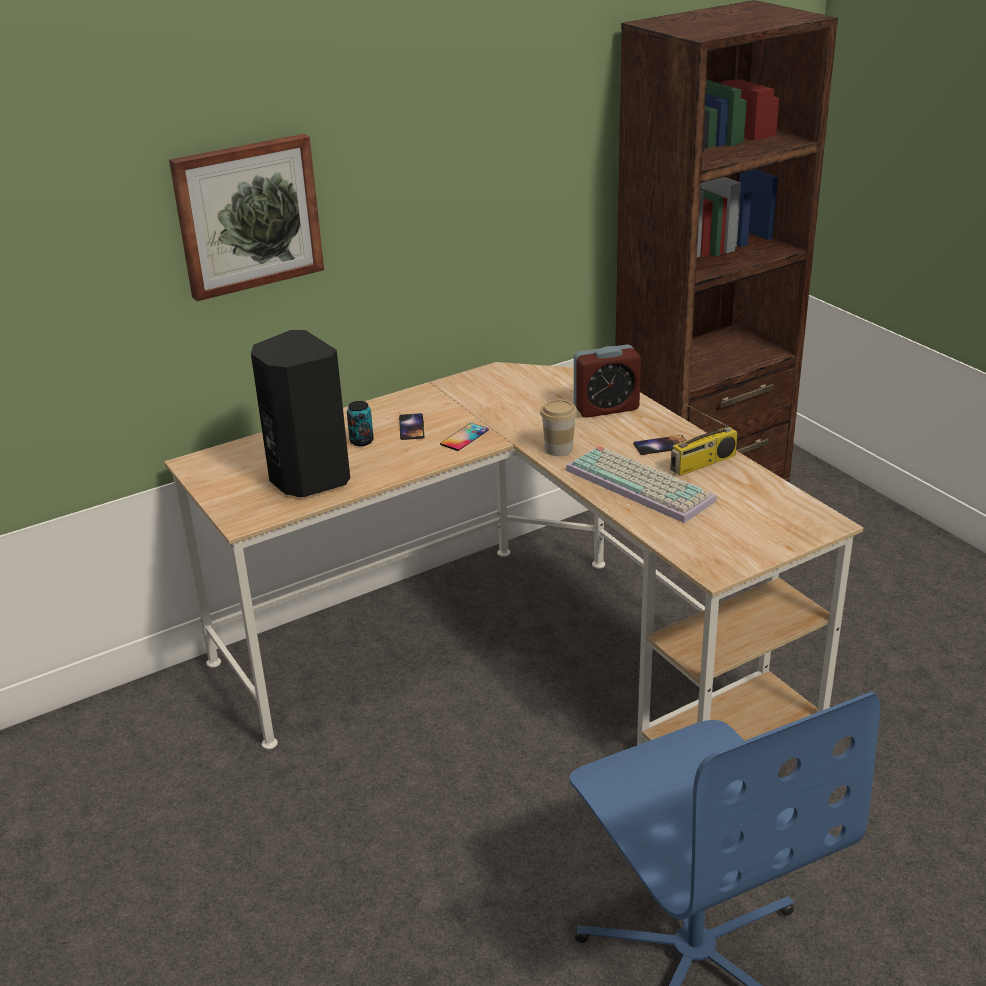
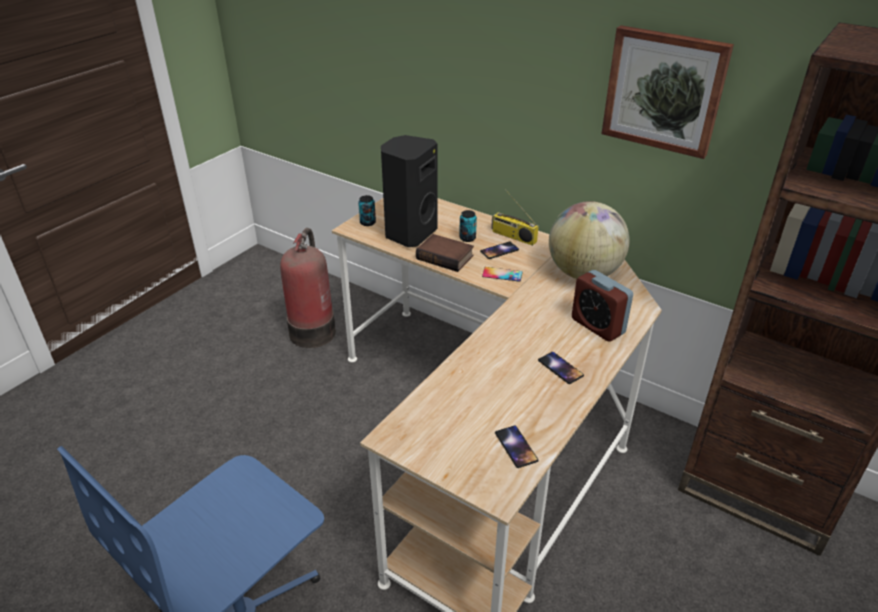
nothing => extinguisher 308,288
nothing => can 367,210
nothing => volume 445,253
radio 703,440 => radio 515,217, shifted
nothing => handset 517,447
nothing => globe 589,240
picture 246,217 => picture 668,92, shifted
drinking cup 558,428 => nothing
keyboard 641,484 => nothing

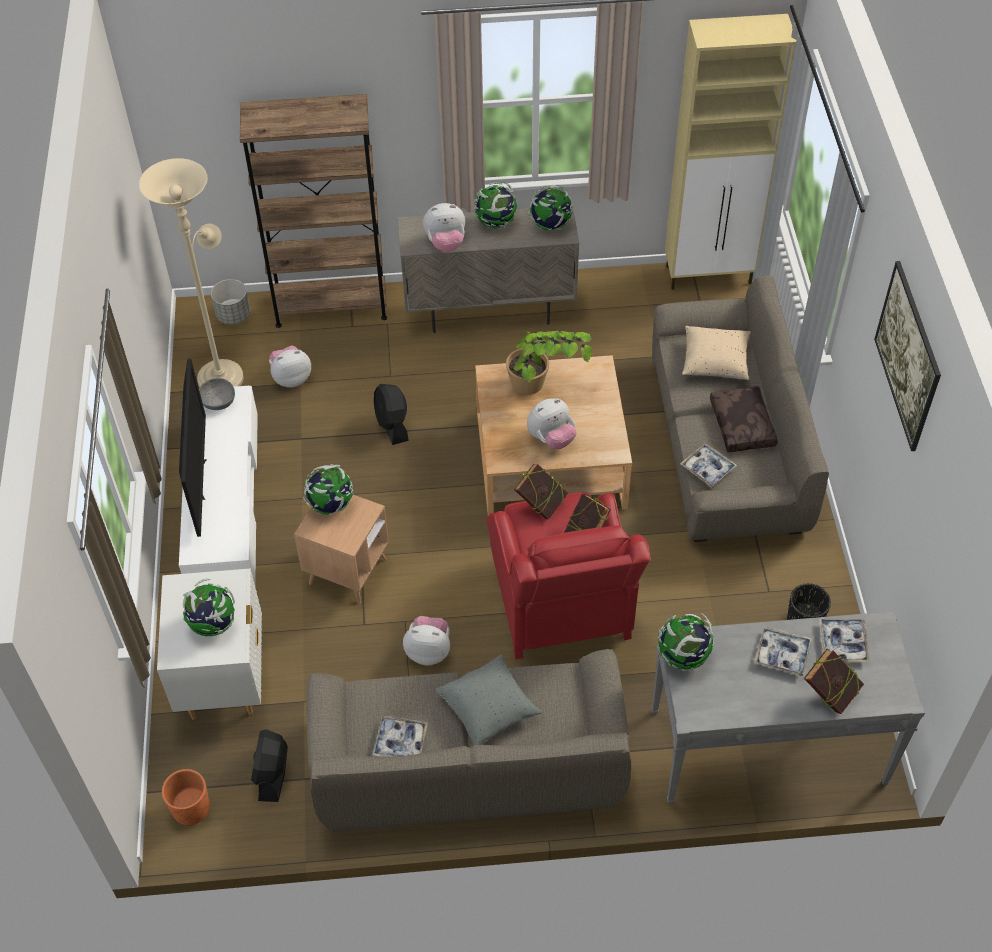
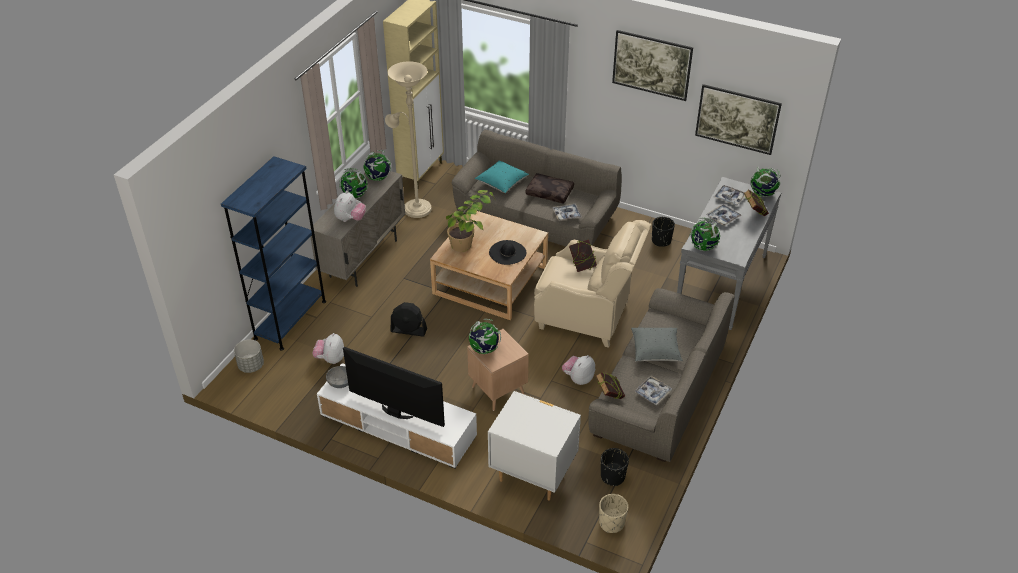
bookcase/brown-coloured 313,211 => bookcase/blue-coloured 273,253
standing lamp/sand-coloured 191,273 => standing lamp/sand-coloured 408,139, shifted
cushion/sand-coloured 716,353 => cushion/turquoise-coloured 502,176
soft toy 551,423 => hat/blackish 507,252
easy chair/reddish 568,575 => easy chair/sand-coloured 593,284
volume 541,491 => volume 610,385, shifted
planter/orange-coloured 186,797 => planter/sand-coloured 613,513
electric fan/blackish 269,765 => planter/blackish 615,467
nothing => picture 738,119
globe 209,607 => globe 765,182, shifted

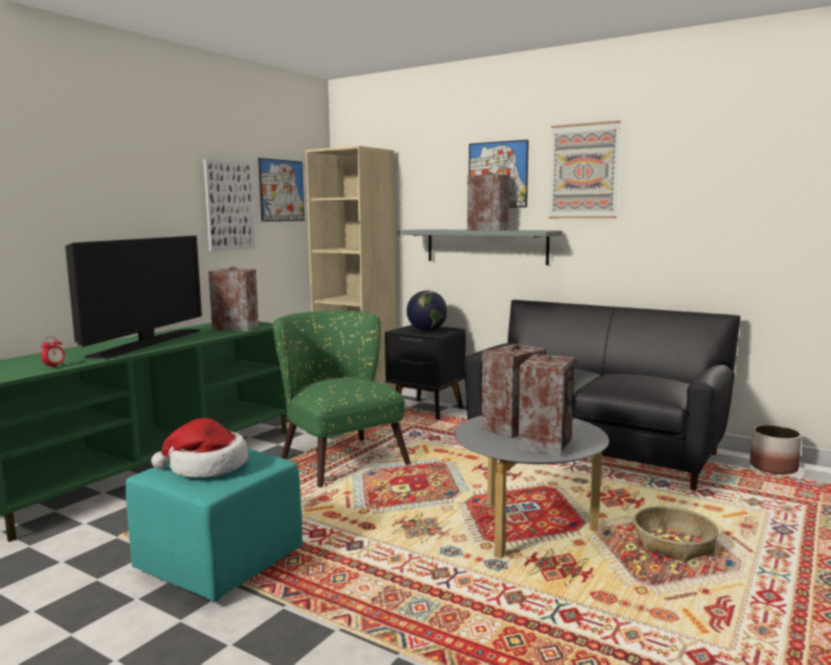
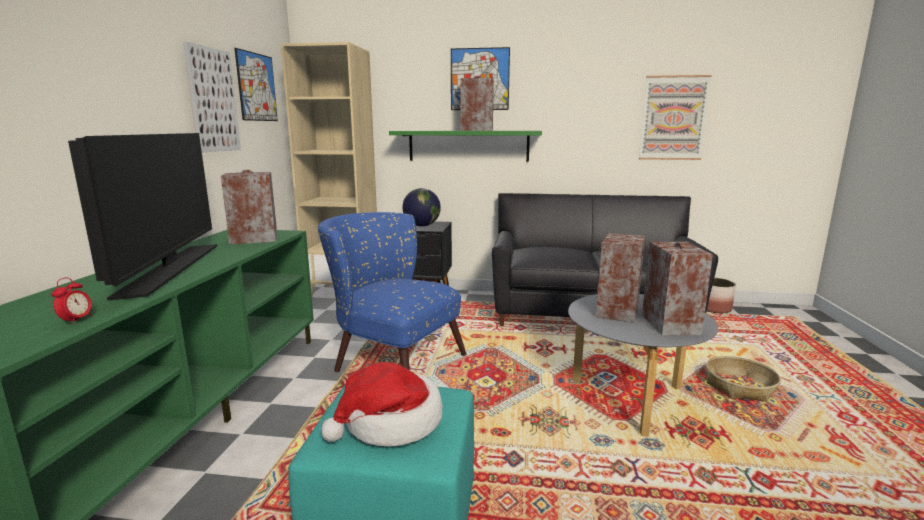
easy chair/green-coloured 341,399 => easy chair/blue-coloured 392,292
bracket shelf/grey 480,247 => bracket shelf/green-coloured 465,146
picture 585,169 => picture 675,117, shifted

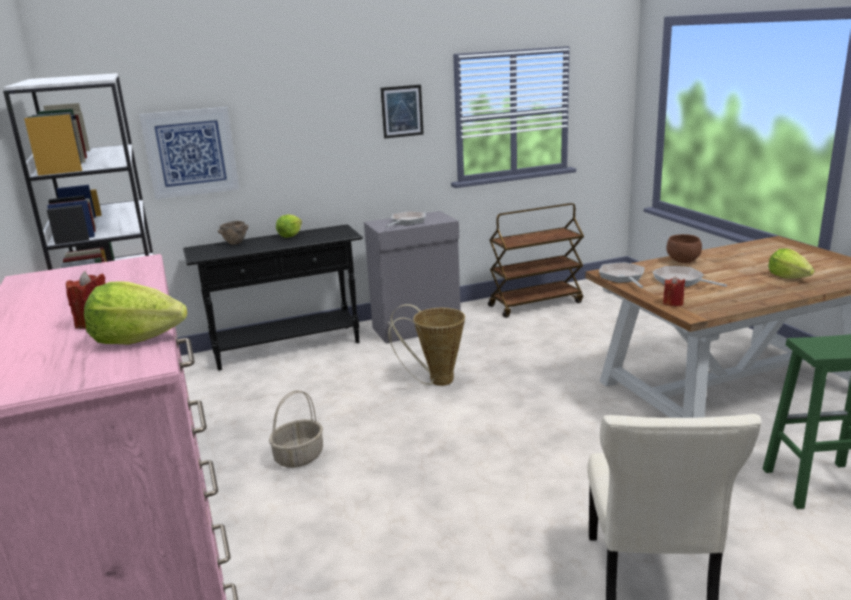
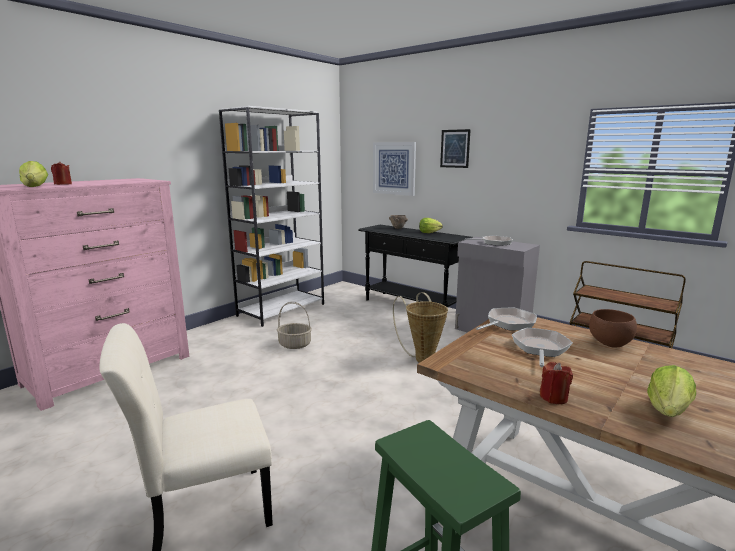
picture 402,112 => picture 455,148, shifted
candle/reddish 674,291 => candle/reddish 556,383, shifted

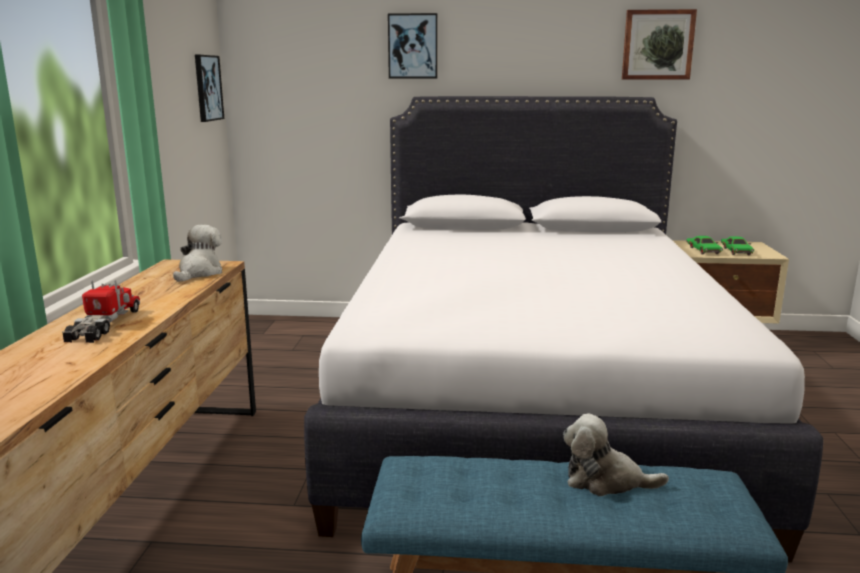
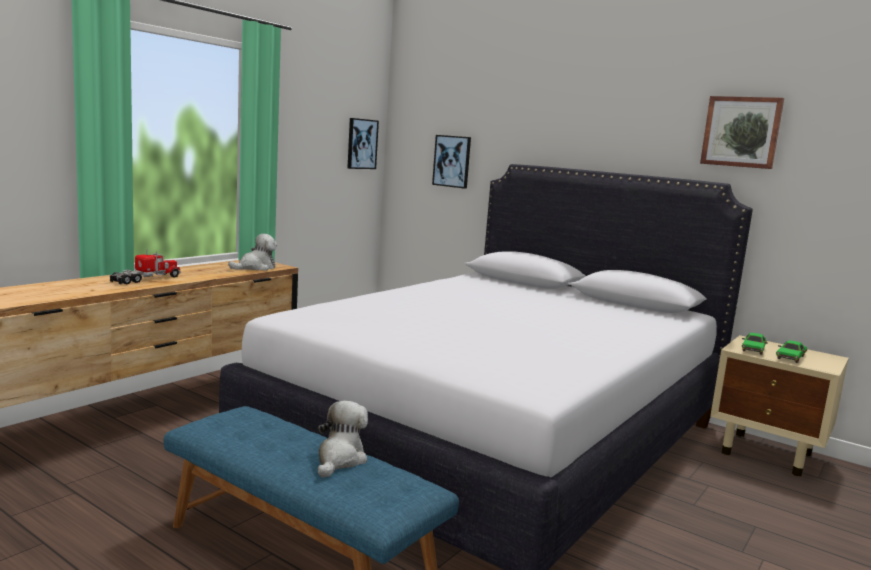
soft toy 616,455 => soft toy 343,439, 60 degrees clockwise
picture 413,45 => picture 451,162, shifted

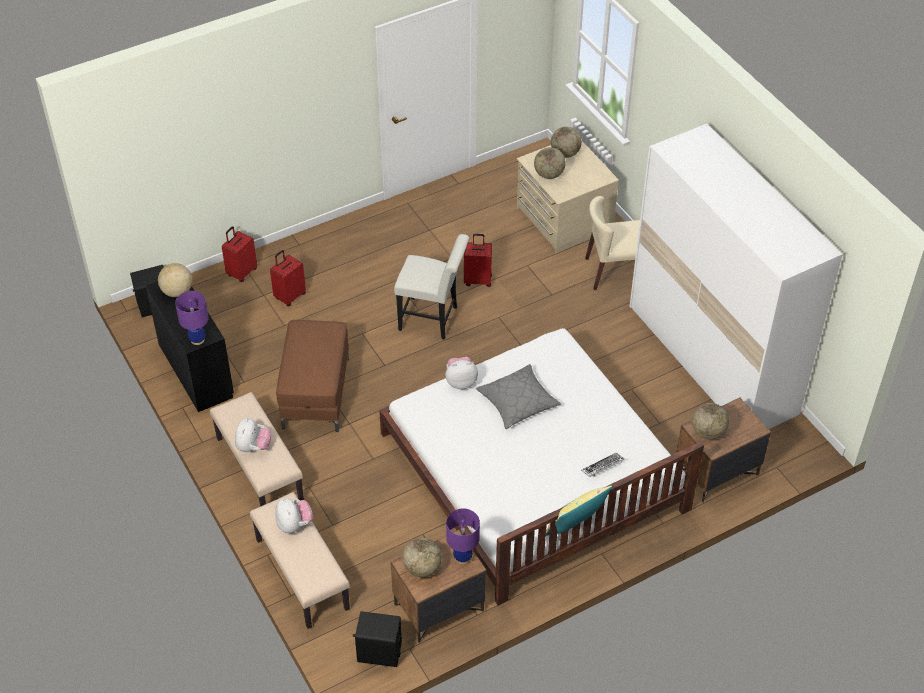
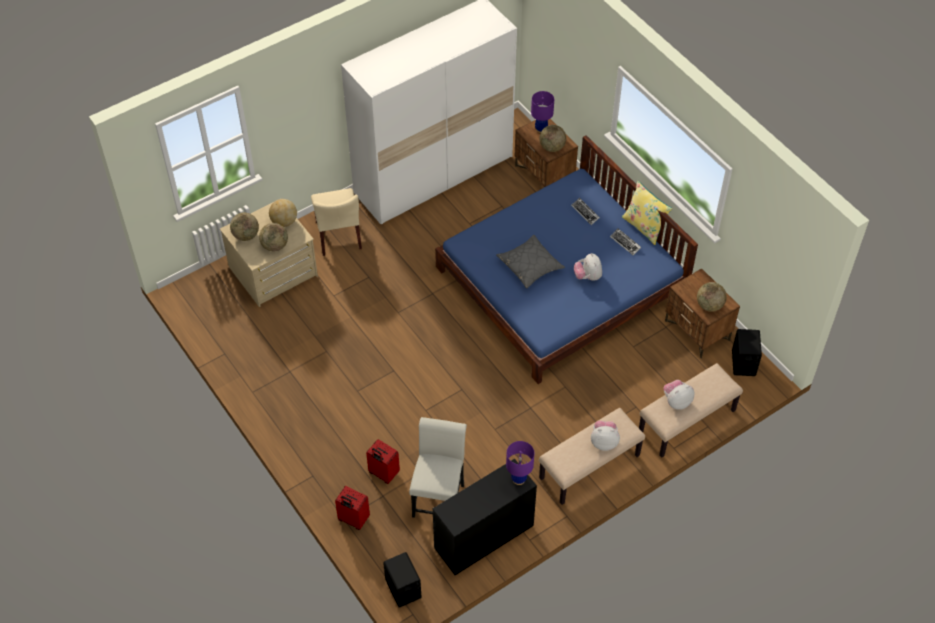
globe 175,280 => globe 283,213, shifted
plain chair/whitish 431,287 => plain chair/whitish 438,467, shifted
bedroom bed/whitish 541,466 => bedroom bed/blue-coloured 566,259
lamp for a table/purple 463,536 => lamp for a table/purple 542,112, shifted
soft toy 461,373 => soft toy 588,267, shifted
nothing => keyboard 625,242
pouffe/brown-coloured 312,376 => nothing
piece of luggage/reddish 478,260 => nothing

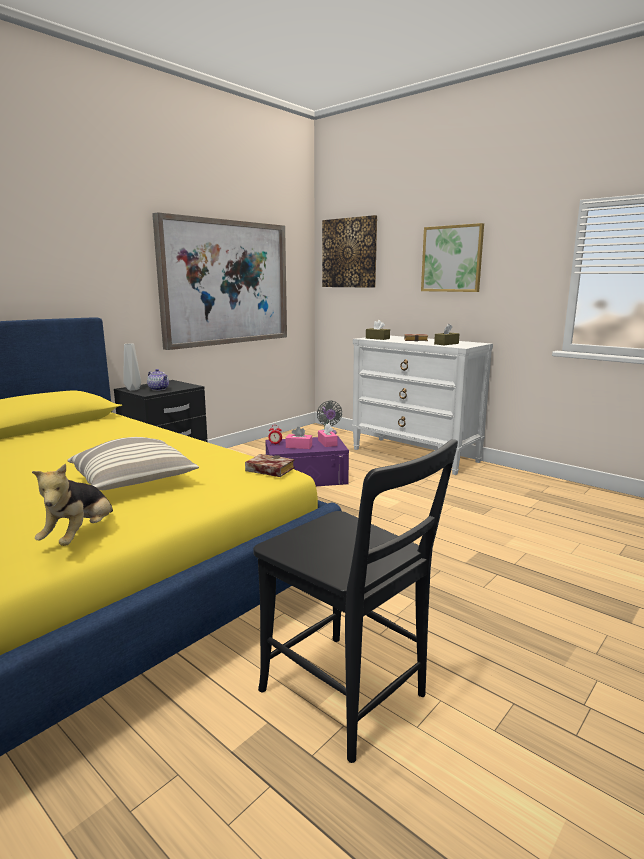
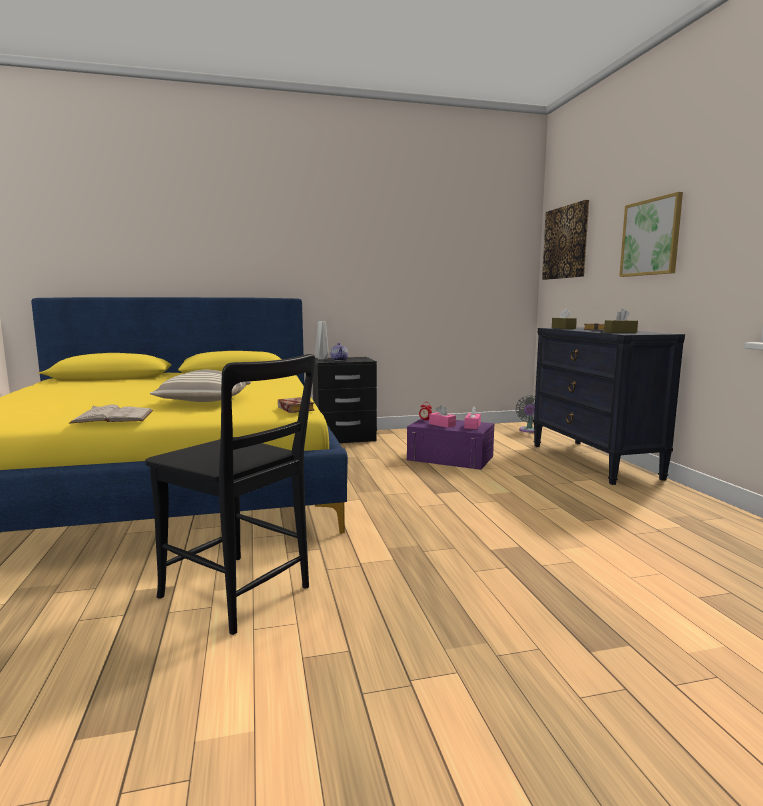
soft toy 72,504 => volume/whitish 111,414
plain chair/blackish 355,601 => plain chair/blackish 230,494, 45 degrees counterclockwise
chest of drawers/whitish 422,405 => chest of drawers/blackish 609,406
picture 219,281 => nothing

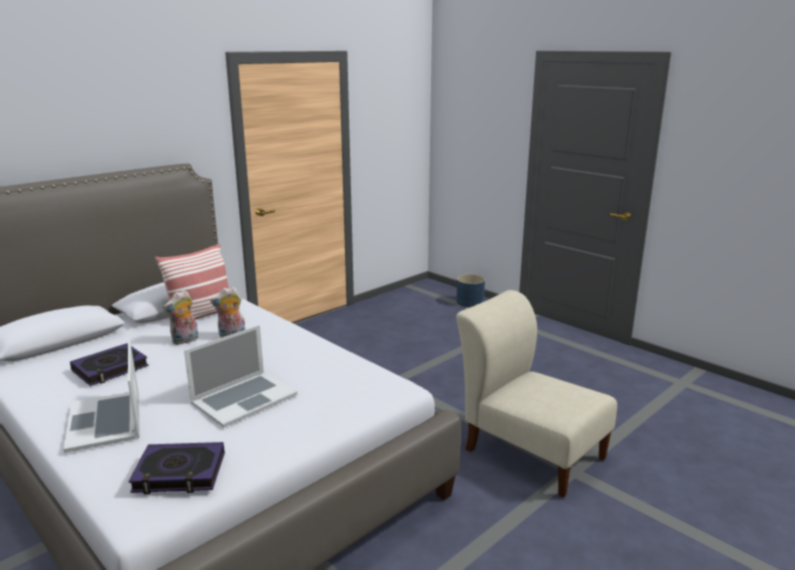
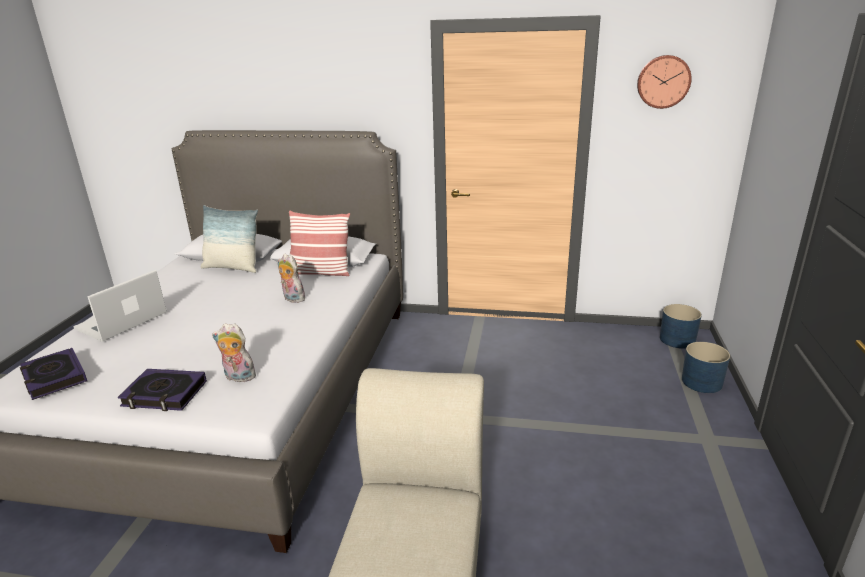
volume 109,364 => volume 162,390, shifted
nothing => cushion 229,239
soft toy 180,317 => soft toy 234,352, shifted
nothing => wall clock 664,82
nothing => planter/blue-coloured 681,326
portable computer 240,376 => nothing

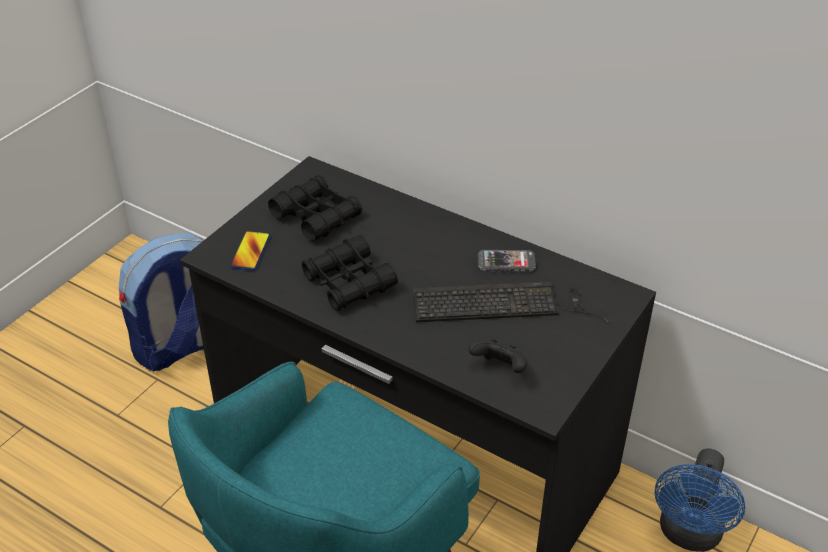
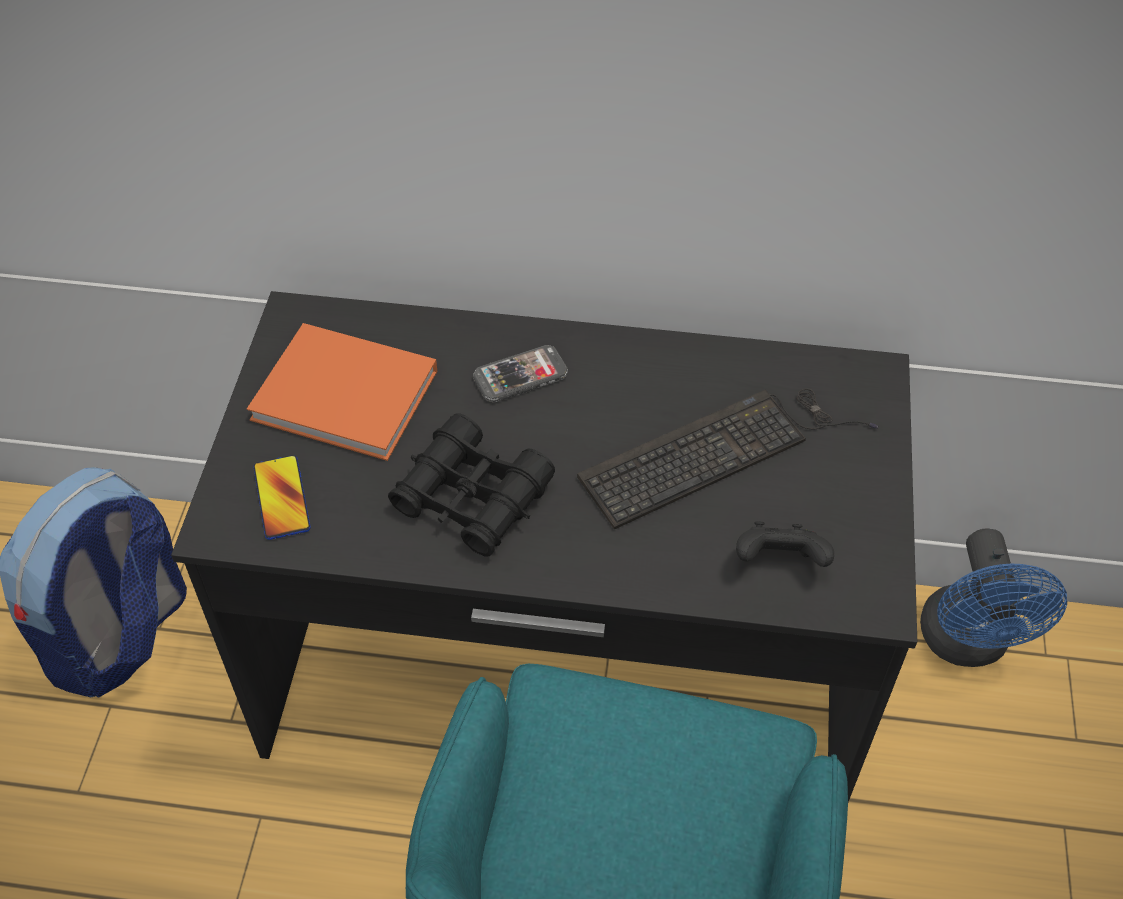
field glasses/blackish 315,208 => volume/orange-coloured 342,392
handset 507,261 => handset 520,374, shifted

